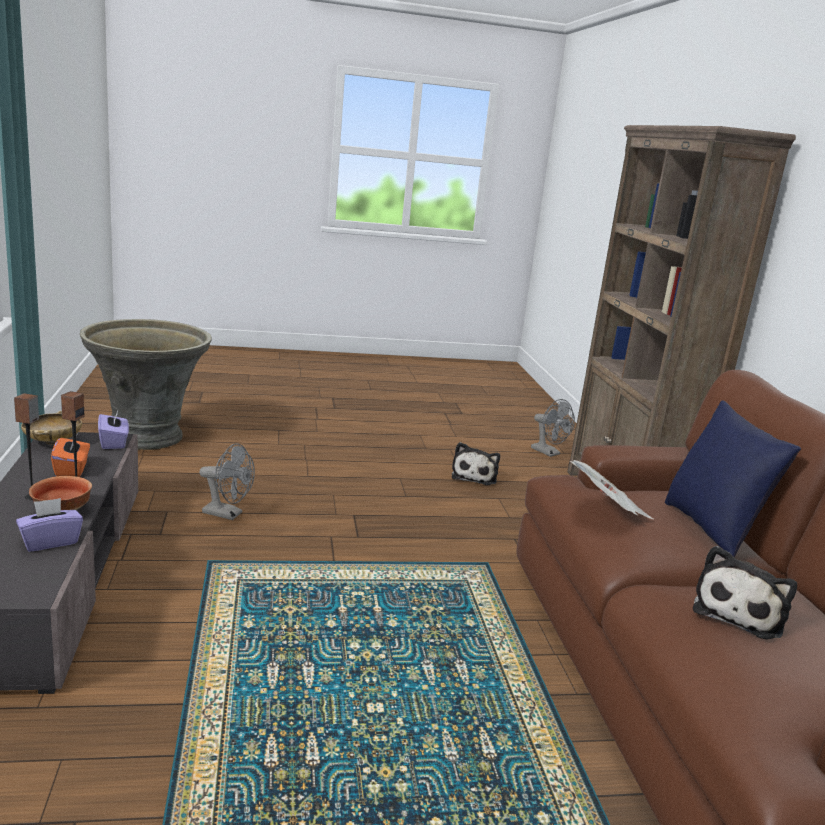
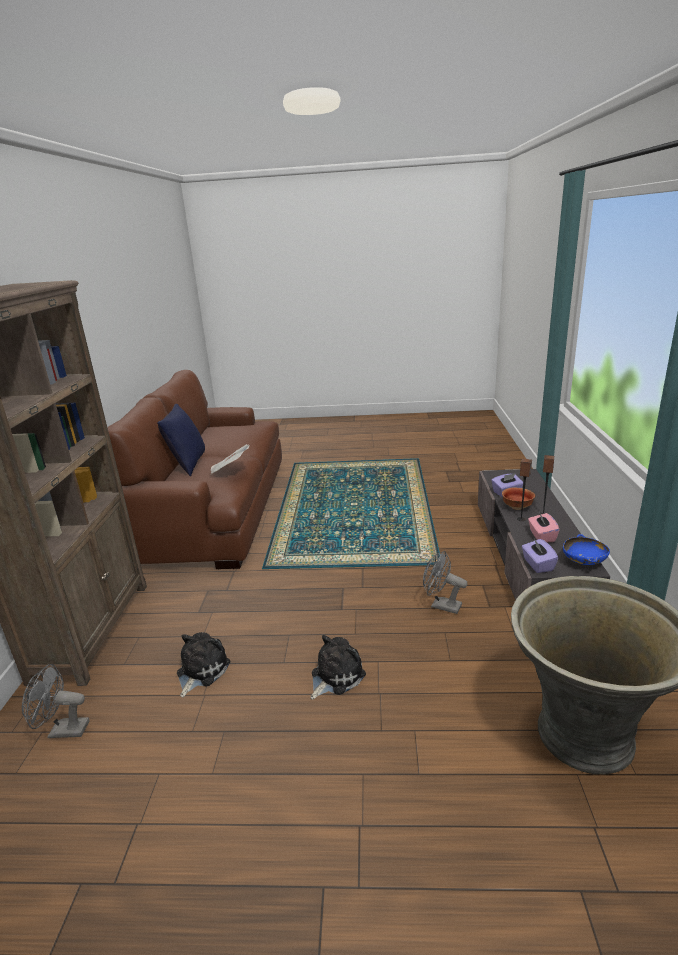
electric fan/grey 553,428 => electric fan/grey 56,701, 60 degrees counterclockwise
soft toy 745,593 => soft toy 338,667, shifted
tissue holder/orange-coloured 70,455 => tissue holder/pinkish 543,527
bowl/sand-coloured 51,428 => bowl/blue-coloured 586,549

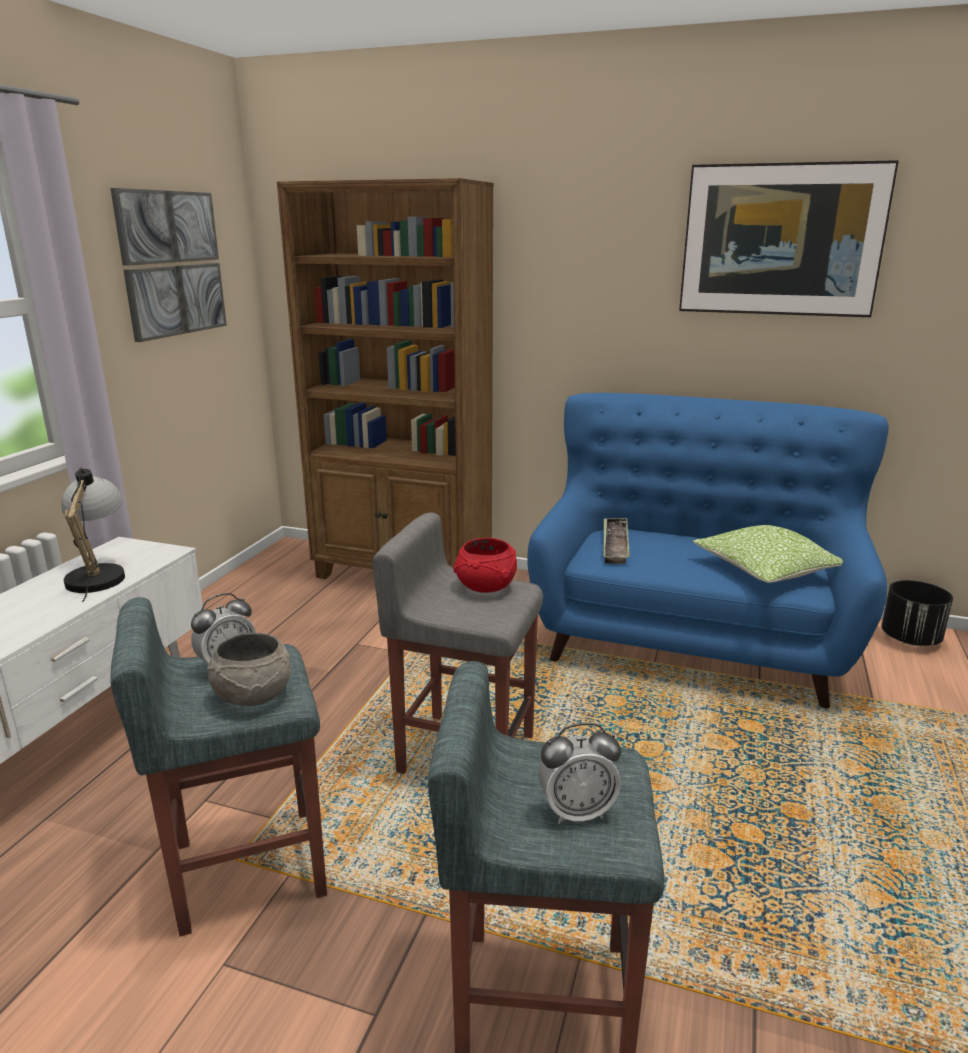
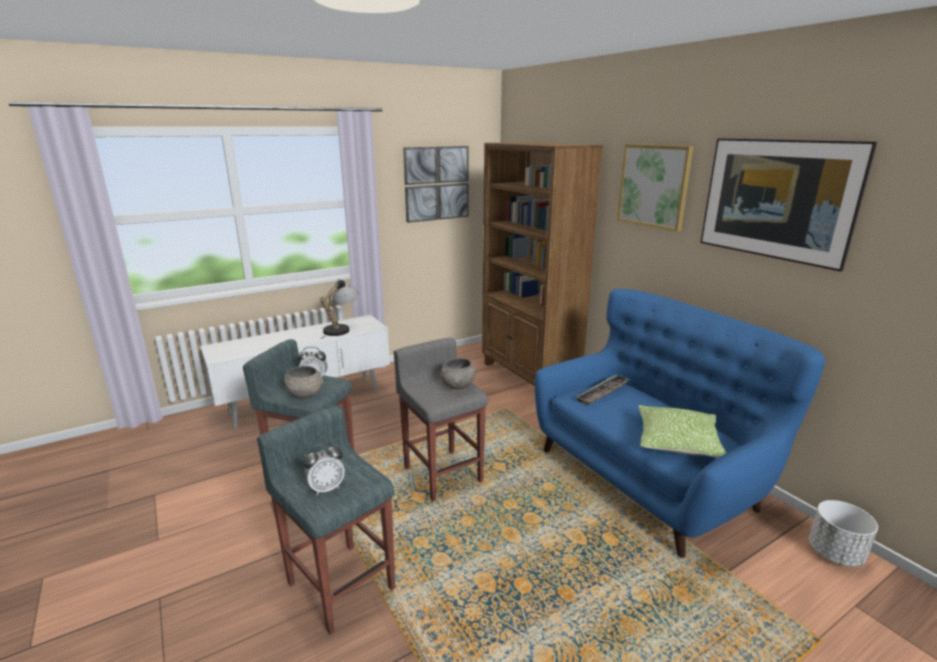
bedside clock 579,773 => bedside clock 324,469, 60 degrees counterclockwise
bowl/reddish 485,565 => bowl/grey 458,373
nothing => picture 655,188
planter/blackish 917,613 => planter/whitish 843,533

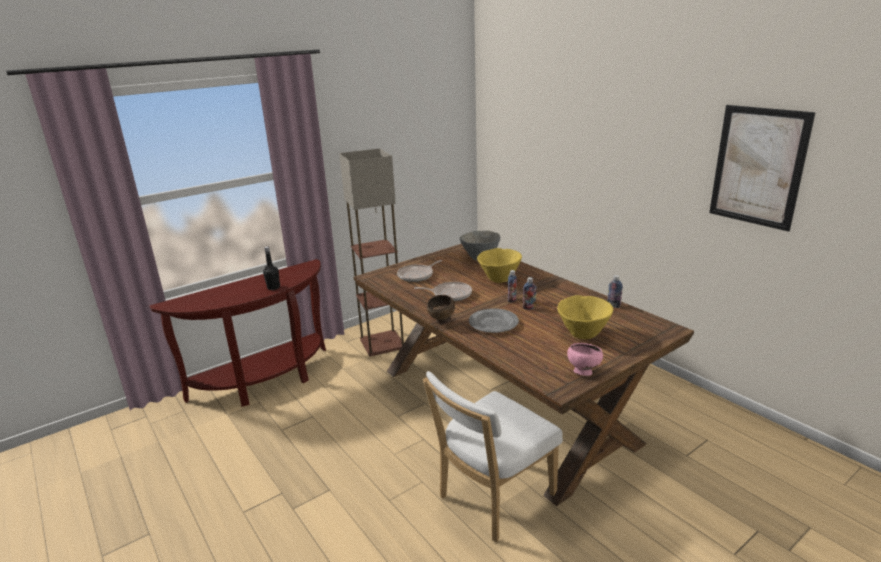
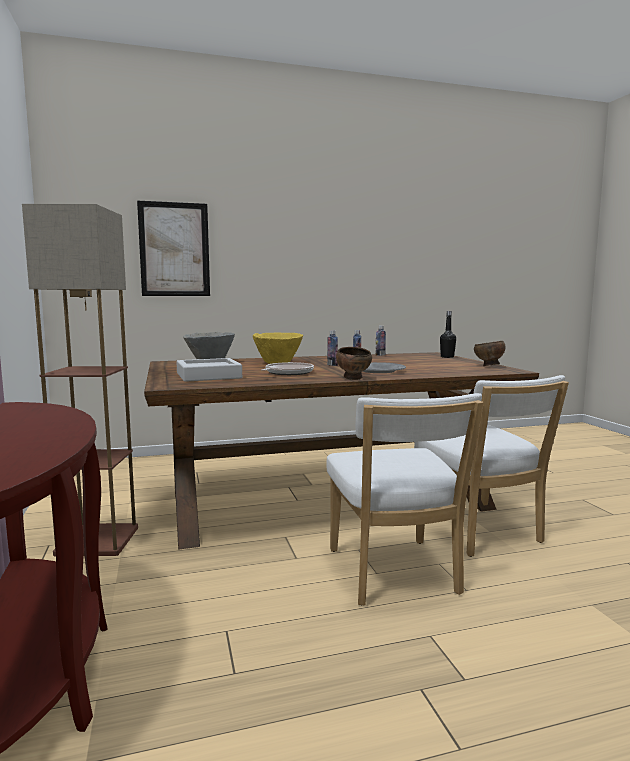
picture 762,168 => picture 173,248, shifted
pan 419,271 => serving tray/grey 209,370
nothing => plain chair/whitish 405,499
drink bottle/blackish 271,268 => drink bottle/blackish 448,334, shifted
bowl/pinkish 585,359 => bowl/brown-coloured 490,353
bowl/yellow 585,317 => nothing

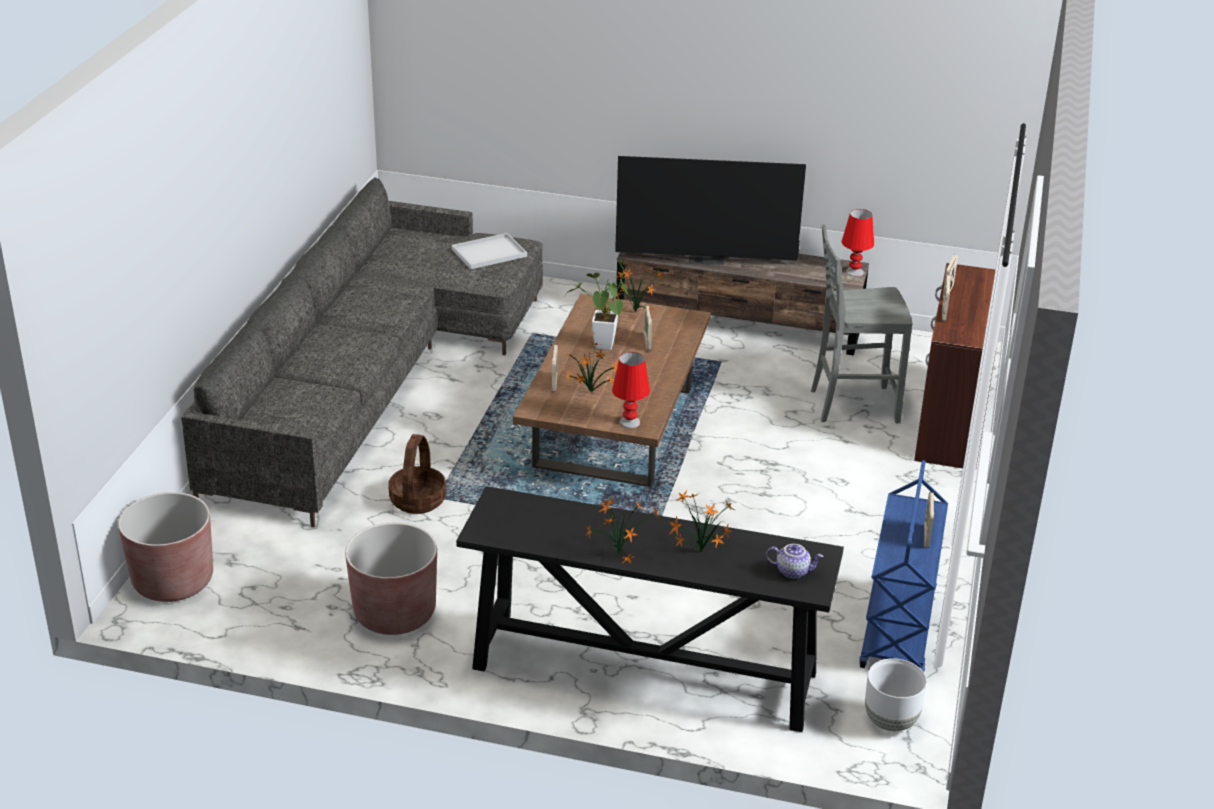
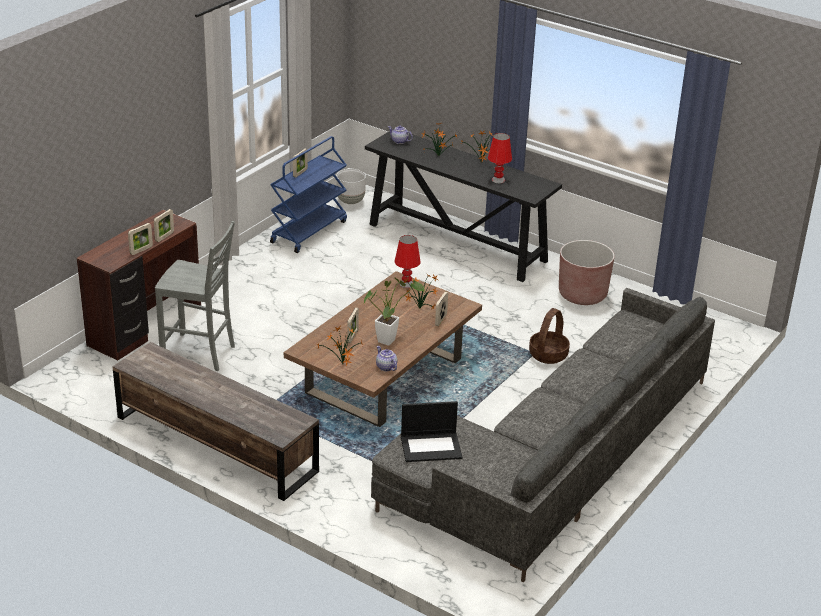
nothing => pot for tea 386,358
serving tray/whitish 489,251 => portable computer 431,431
lamp for a table/reddish 858,243 => lamp for a table/reddish 500,158, shifted
planter/brown-coloured 165,547 => nothing
TV 710,210 => nothing

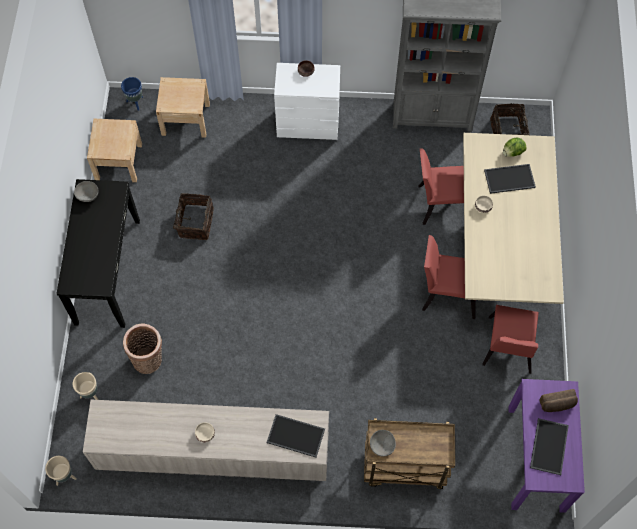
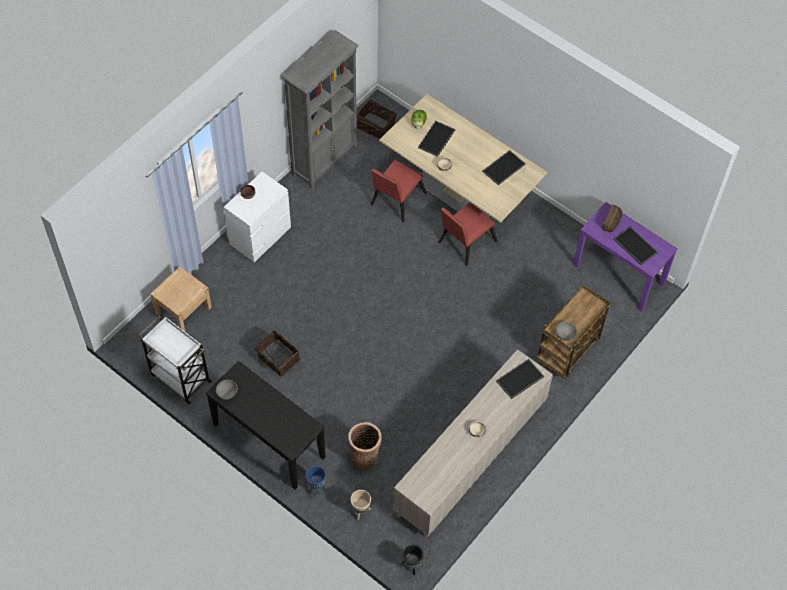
night table/sand-coloured 114,150 => wheeled cart/whitish 176,360
planter/blue-coloured 132,94 => planter/blue-coloured 315,480, shifted
planter/sand-coloured 61,471 => planter/blackish 413,560
nothing => serving tray 504,167
plain chair/reddish 511,339 => nothing

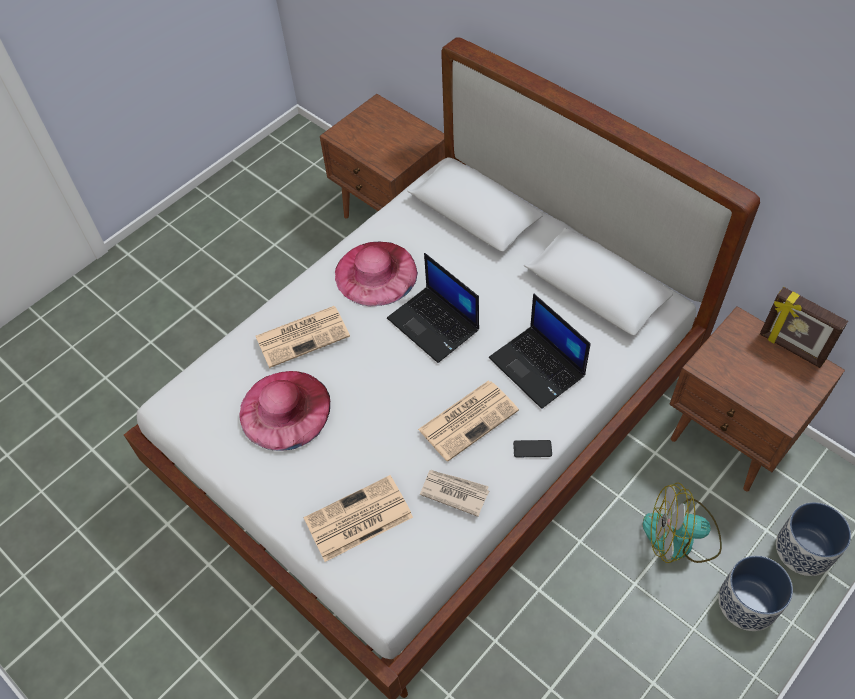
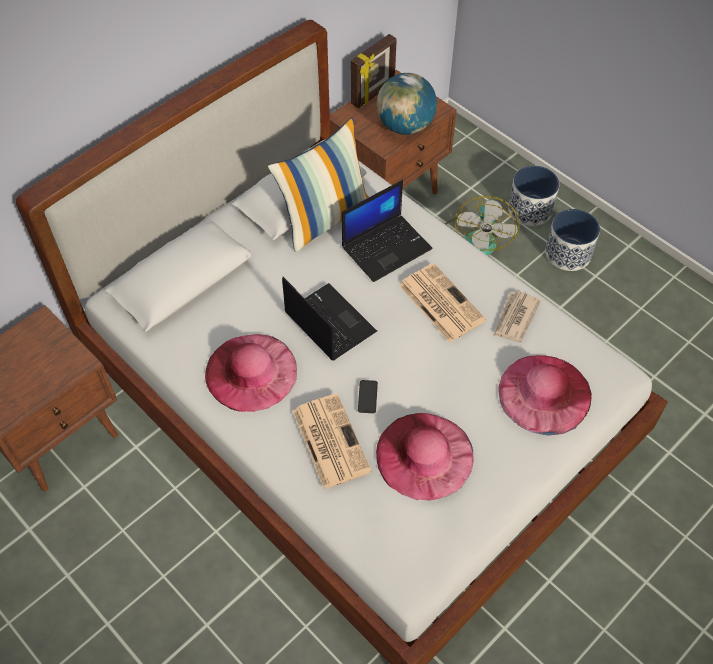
nothing => cushion 318,184
portable computer 433,308 => portable computer 329,318, 90 degrees counterclockwise
handset 532,448 => handset 368,396, shifted
nothing => globe 406,104
printed paper 358,518 => hat/pinkish 545,395
planter 813,539 => planter 572,240, shifted

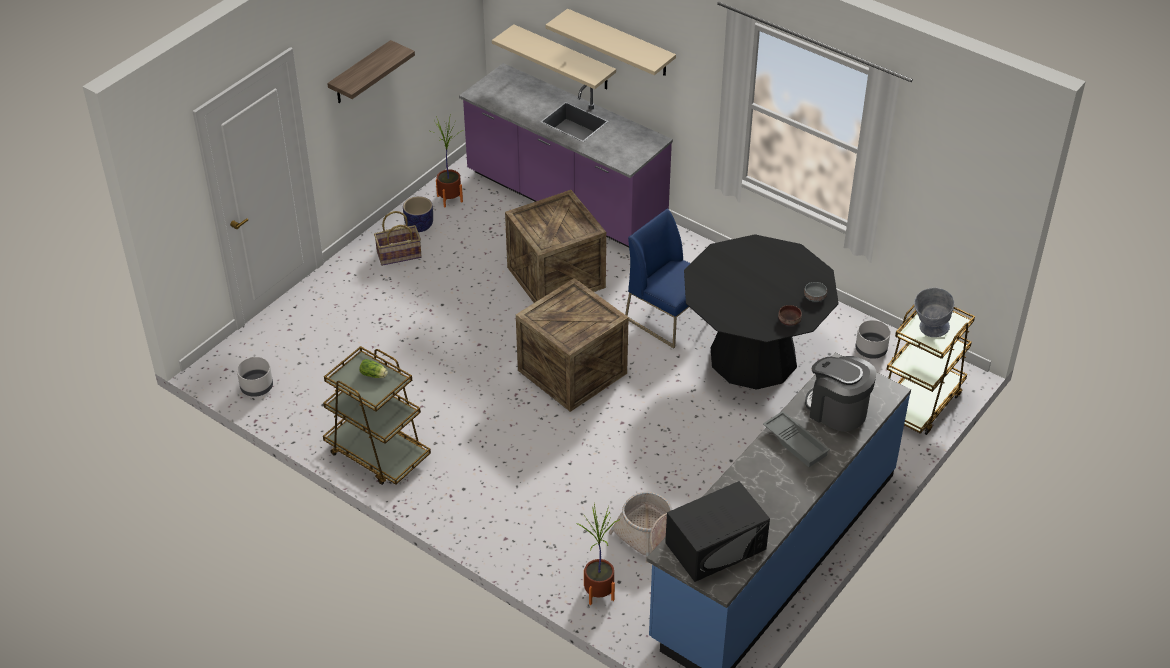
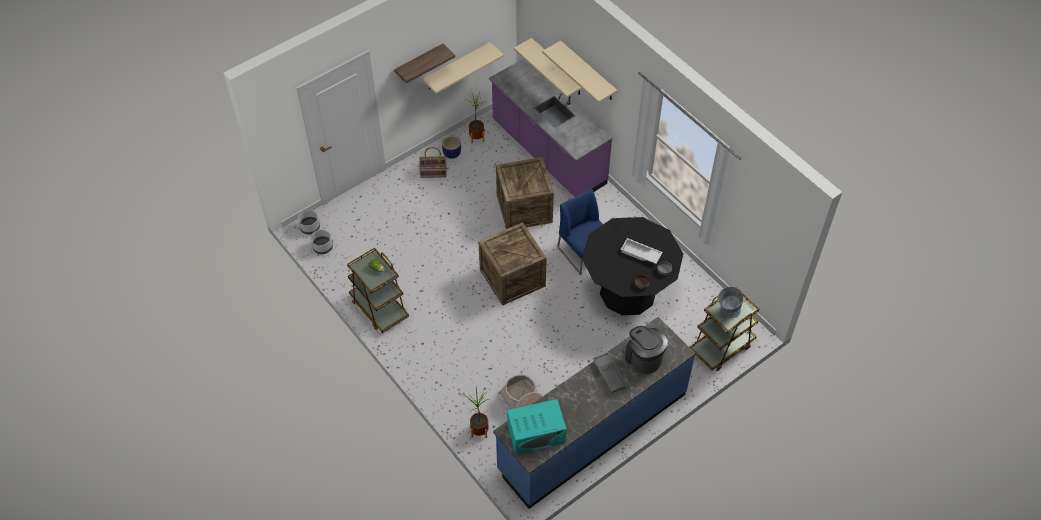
planter/grey 873,339 => planter/grey 309,222, shifted
nothing => bracket shelf/sand-coloured 463,68
microwave oven/blackish 717,531 => microwave oven/turquoise-coloured 536,426
nothing => serving tray/whitish 642,251

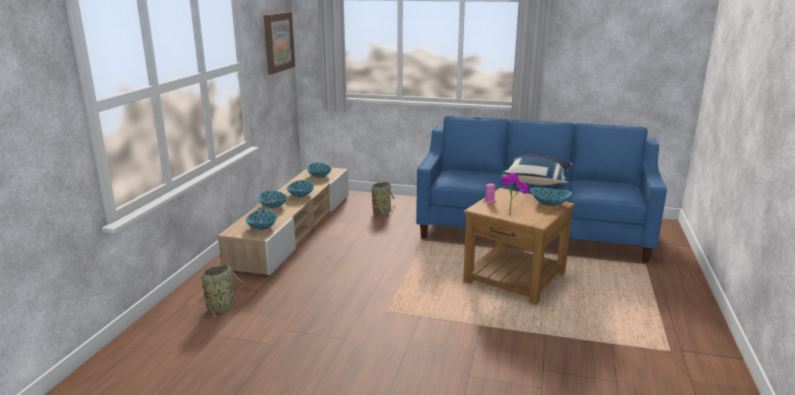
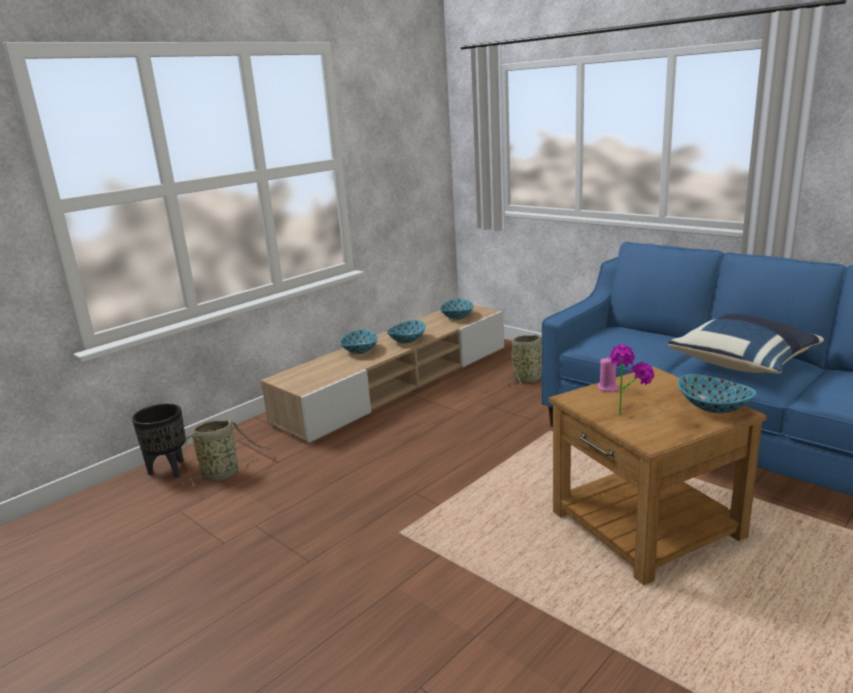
nothing => planter/blackish 159,440
bowl 261,219 => nothing
picture 279,43 => nothing

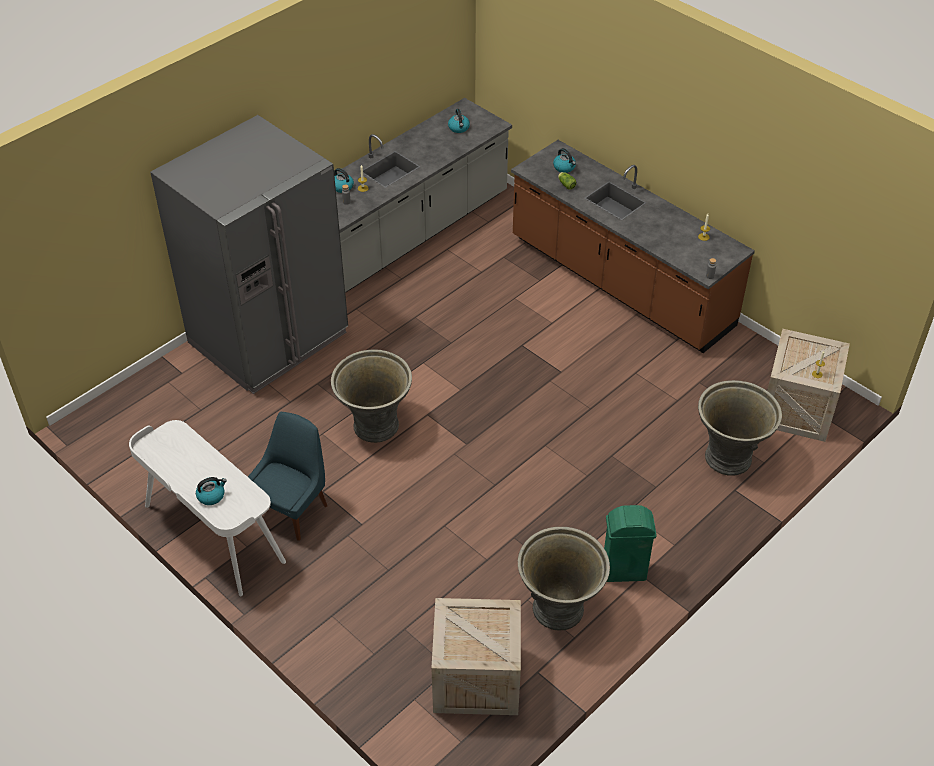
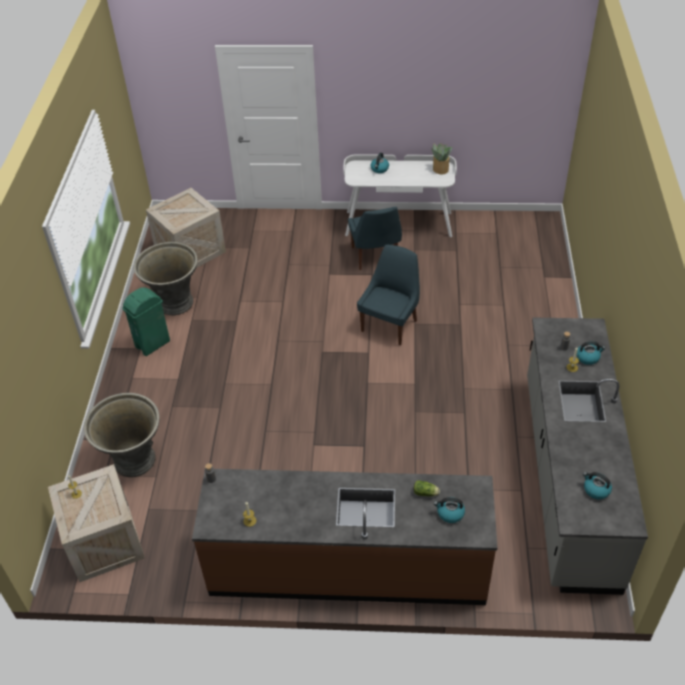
planter/grey 371,396 => plain chair/blue-coloured 388,295
nothing => houseplant 441,158
refrigerator/grey 249,254 => nothing

